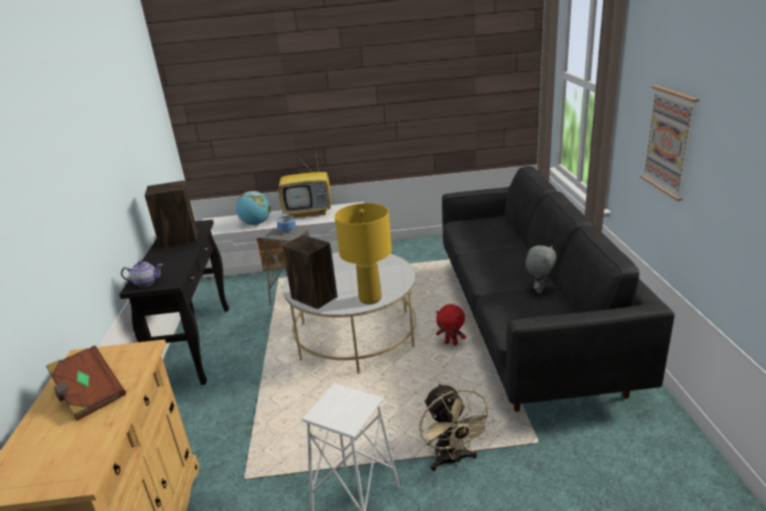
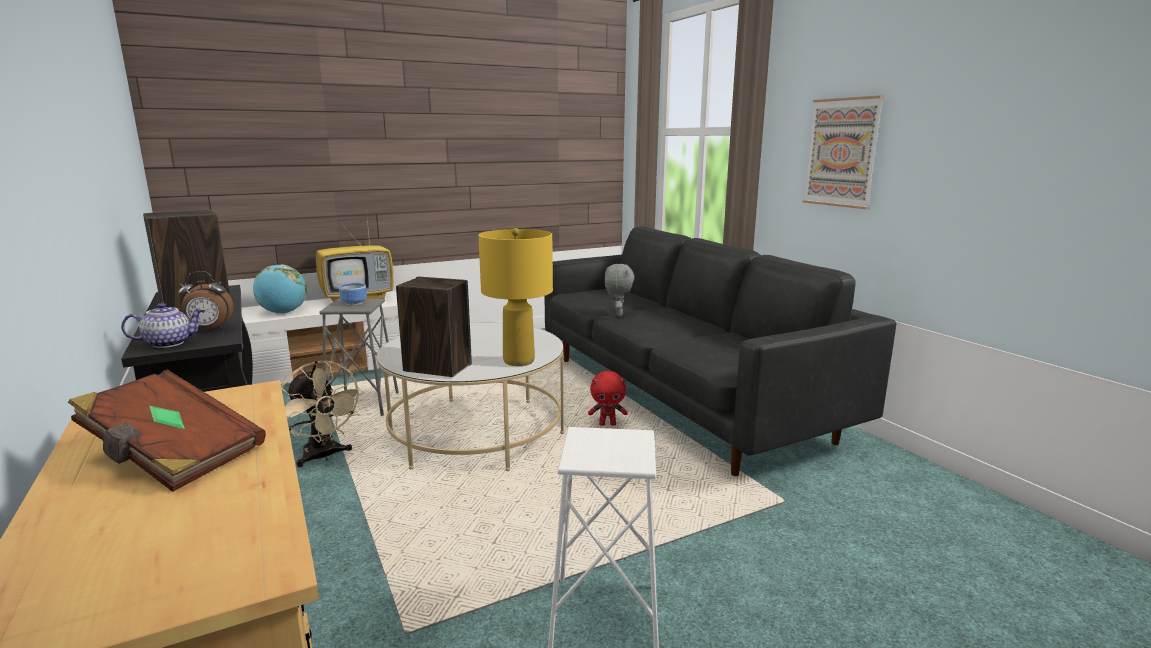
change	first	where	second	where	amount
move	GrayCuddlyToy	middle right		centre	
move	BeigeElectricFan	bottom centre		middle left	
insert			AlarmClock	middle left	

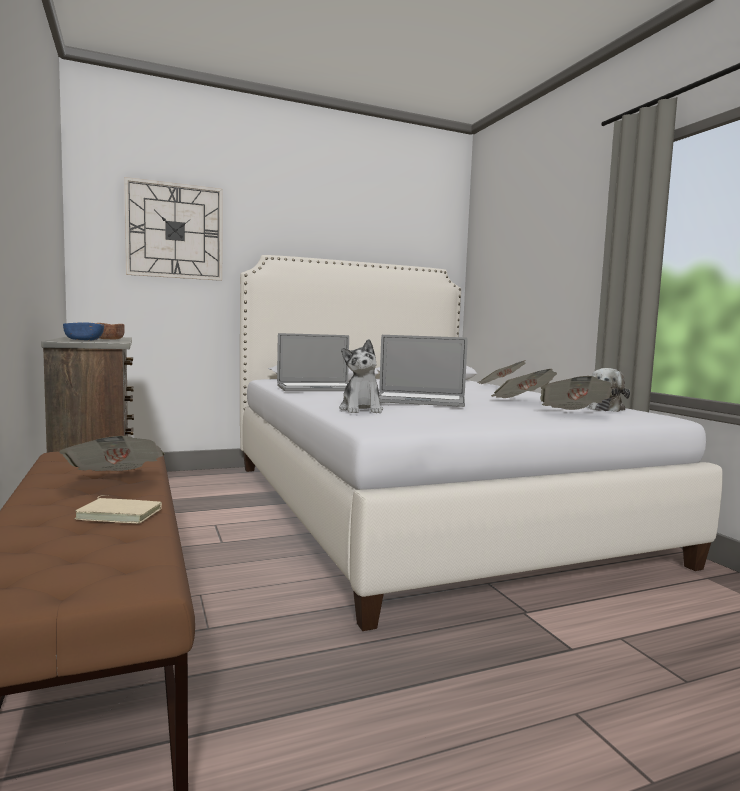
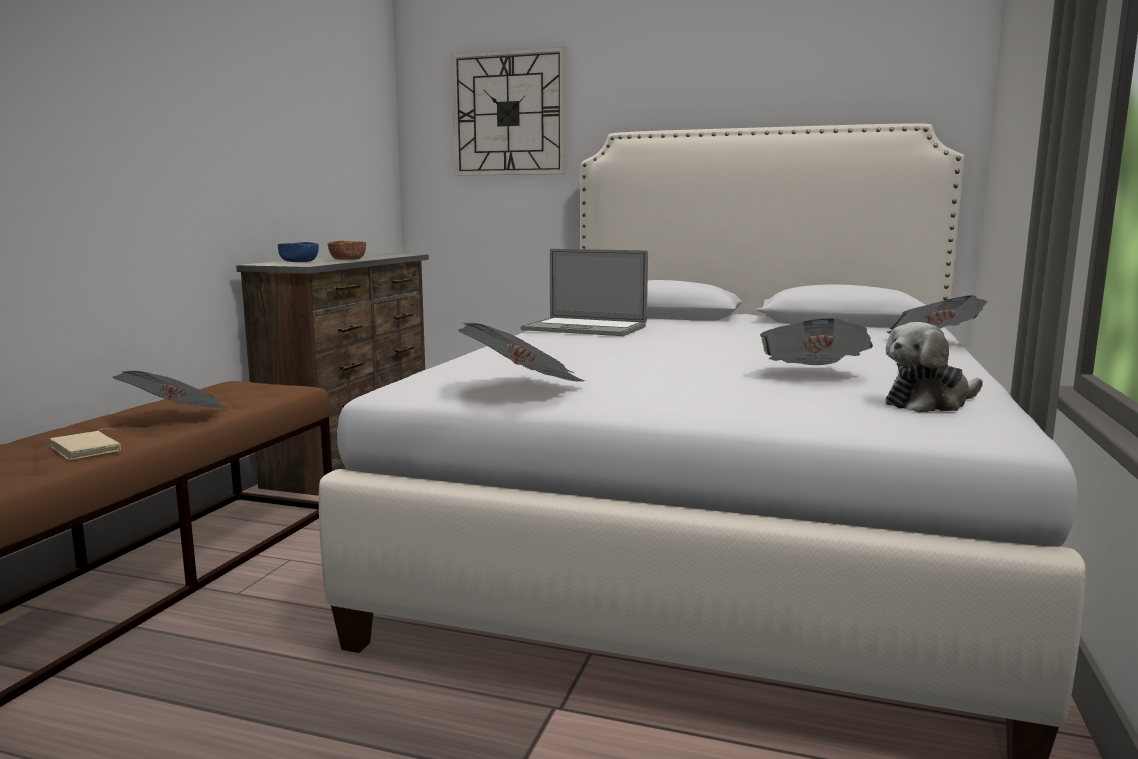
change	first	where	second	where	amount
delete	Laptop (2nd from left)	centre			
delete	CuddlyToy (1st from left)	centre			
move	PrintedPaper (4th from left in the first image)	middle right	PrintedPaper (2nd from left)	centre	

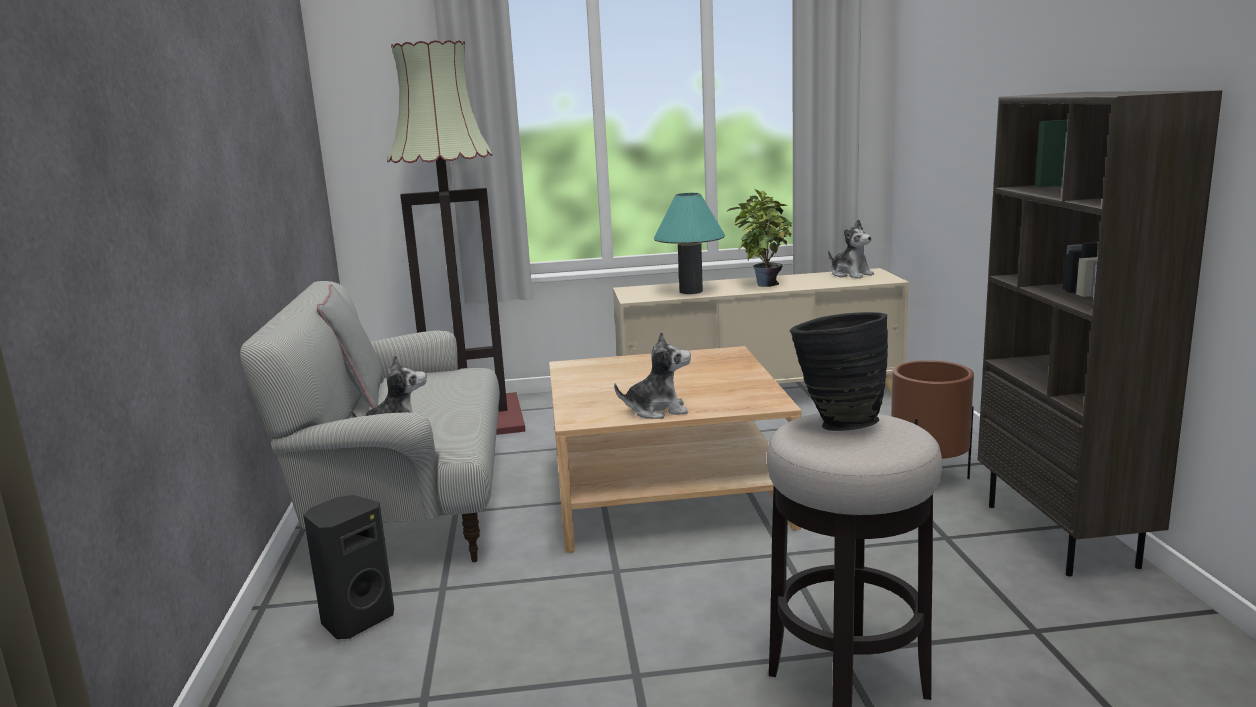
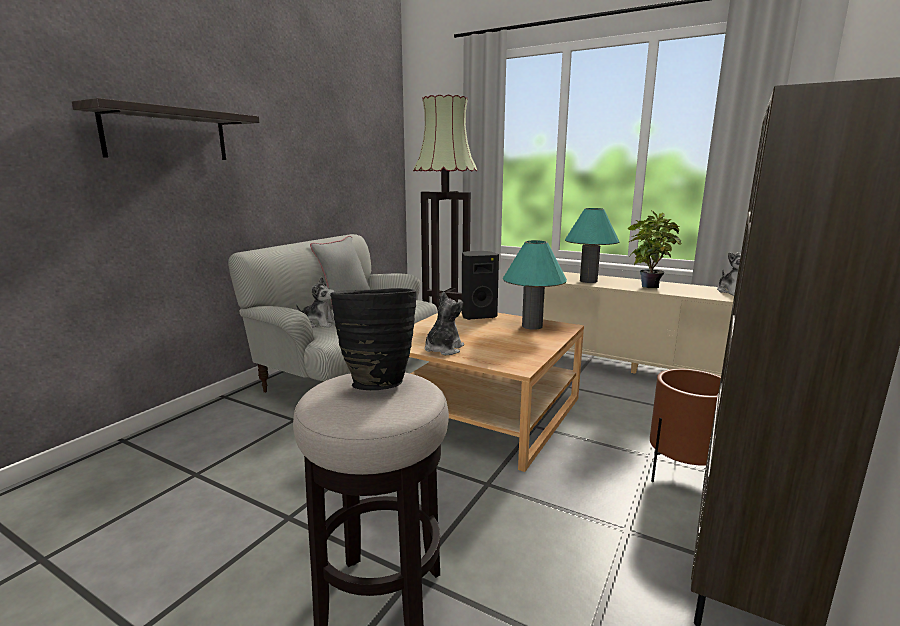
change	first	where	second	where	amount
rotate	CuddlyToy (2nd from left)	centre		centre	90 degrees counterclockwise
move	BlackColouredSpeaker	bottom left		centre	
insert			WallShelf	top left	
insert			TurquoiseTableLamp (1st from left)	centre	

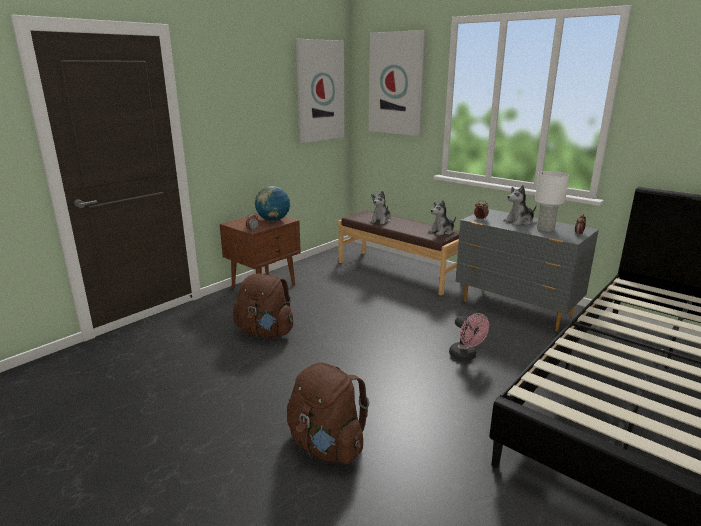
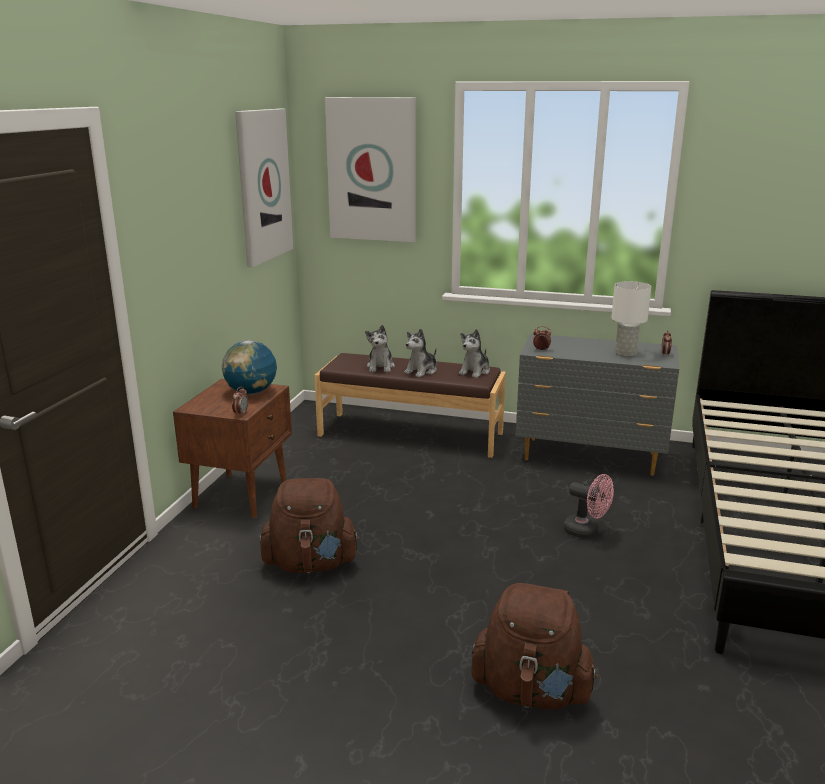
change	first	where	second	where	amount
move	CuddlyToy (3rd from left in the first image)	middle right	CuddlyToy (2nd from left)	centre	

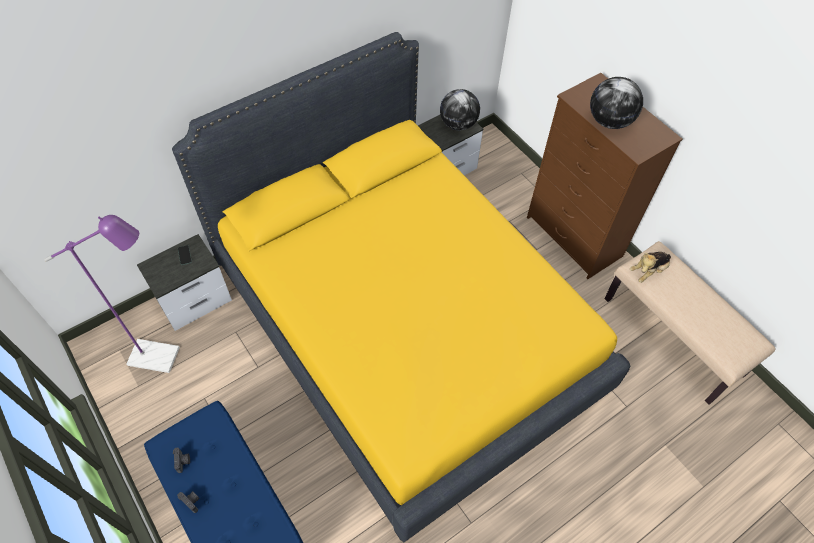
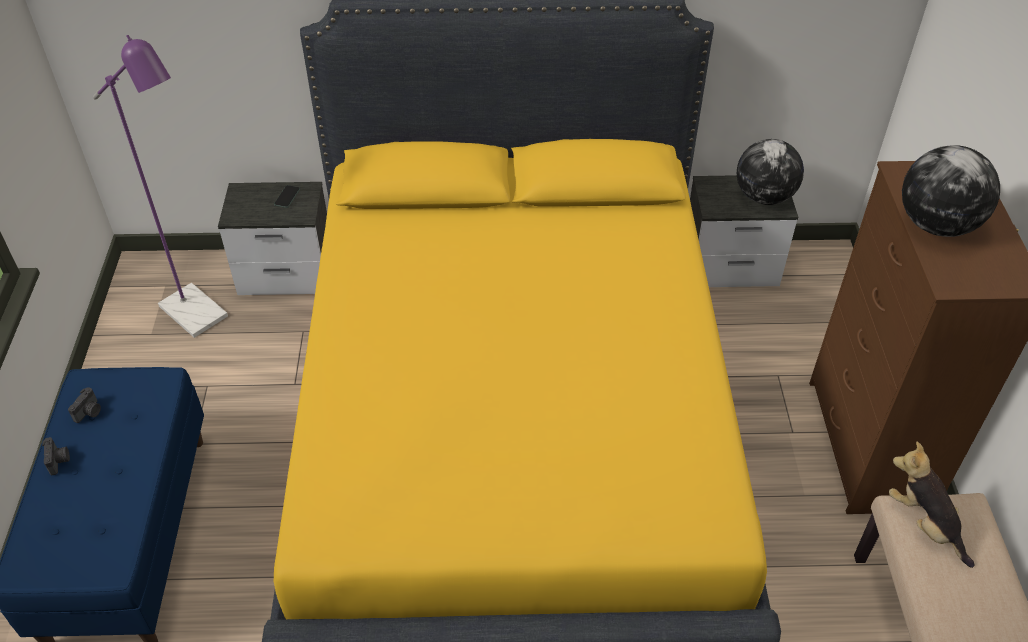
change	first	where	second	where	amount
rotate	CuddlyToy	middle right		bottom right	60 degrees clockwise

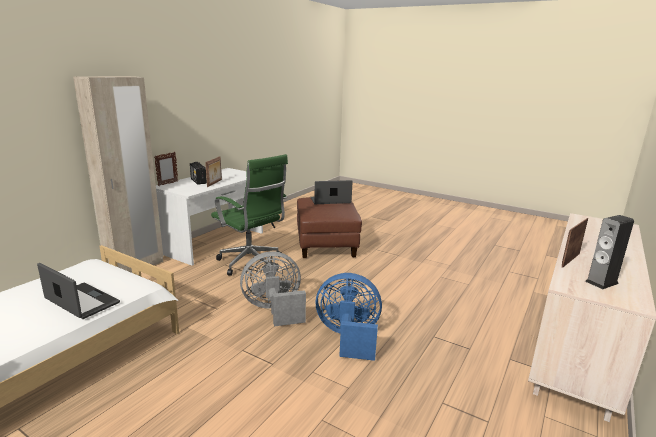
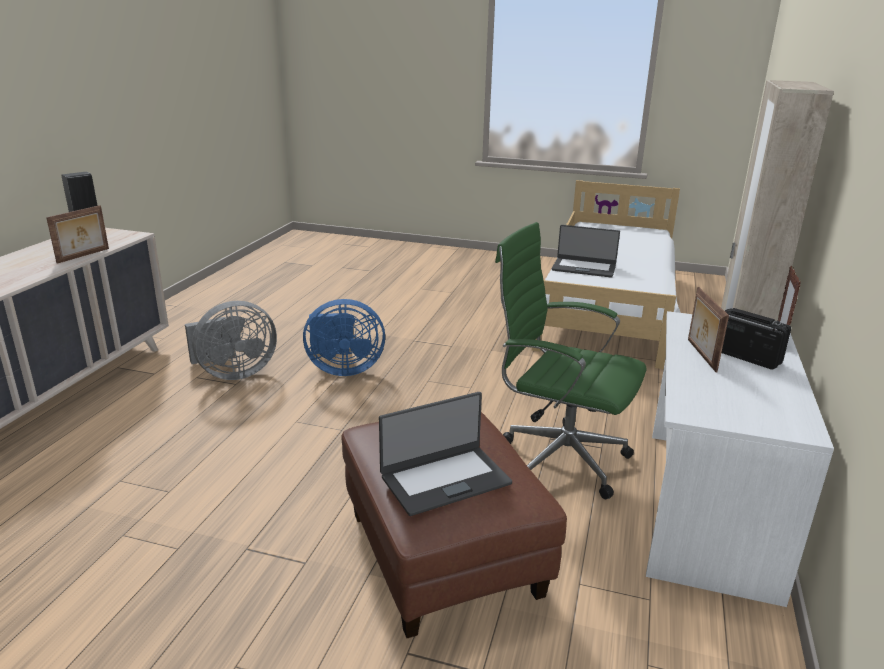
change	first	where	second	where	amount
move	GrayElectricFan	centre		middle left	

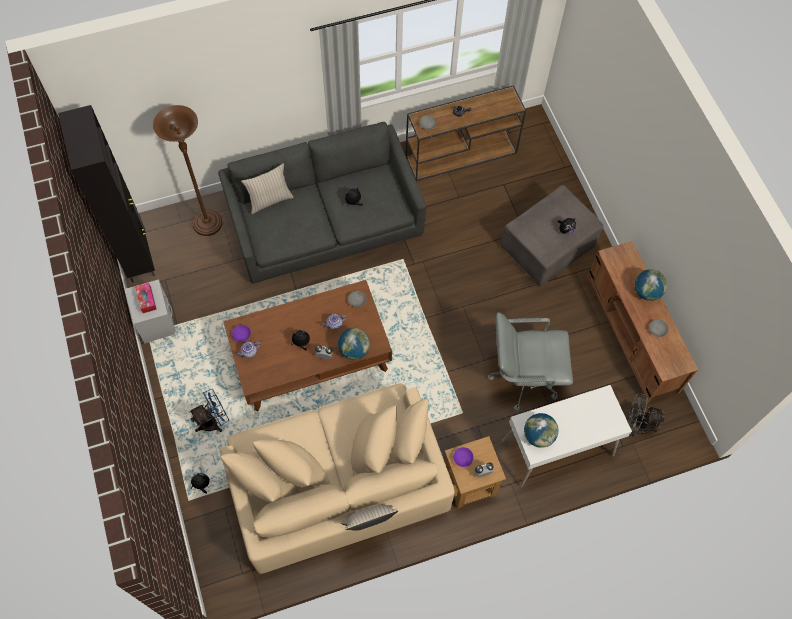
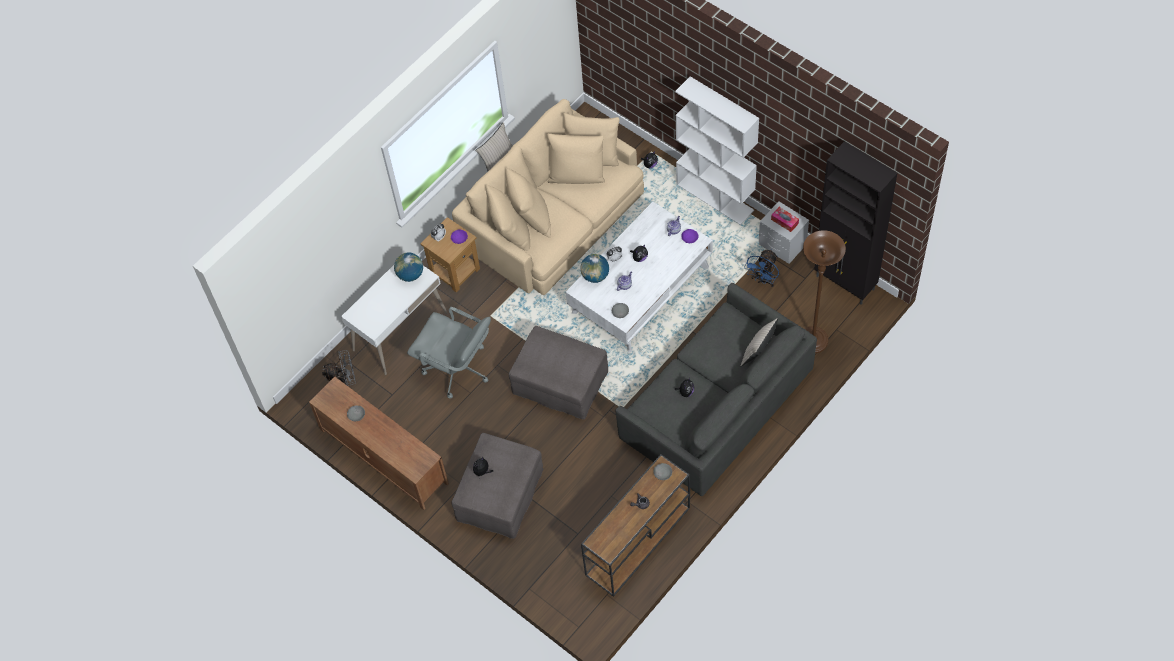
change	first	where	second	where	amount
delete	WorldGlobe (3rd from left)	middle right			
recolor	BrownColouredLowTable	centre	WhitishLowTable	centre	
rotate	GrayDeskChair	middle right		centre	60 degrees clockwise
move	BlueElectricFan	middle left		centre	
insert			WhitishShelvingUnit	top centre	
insert			GrayOttoman (2nd from left)	centre	

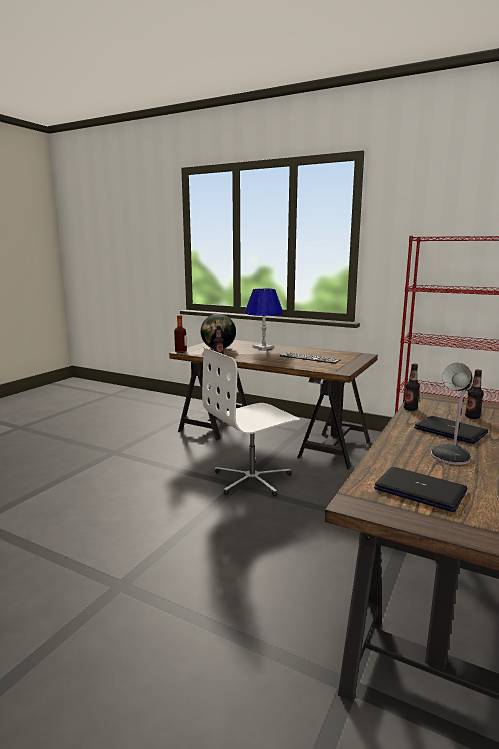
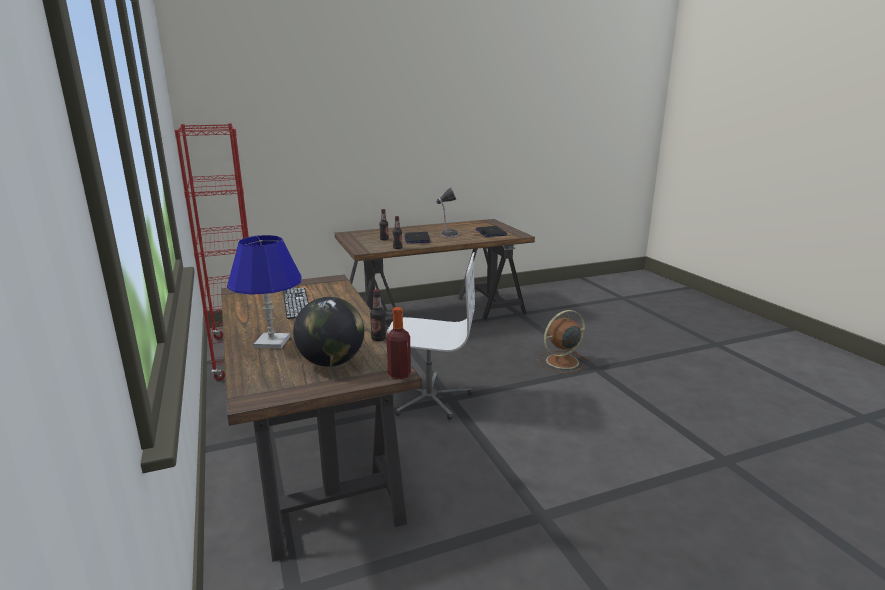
change	first	where	second	where	amount
insert			BrownColouredElectricFan	centre	

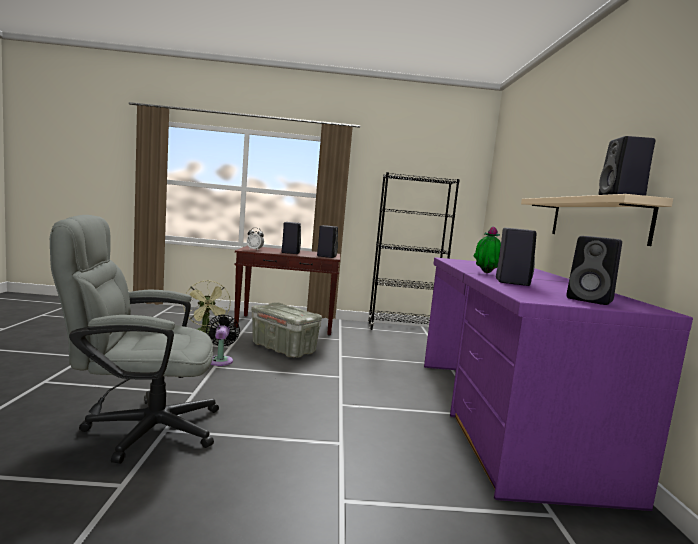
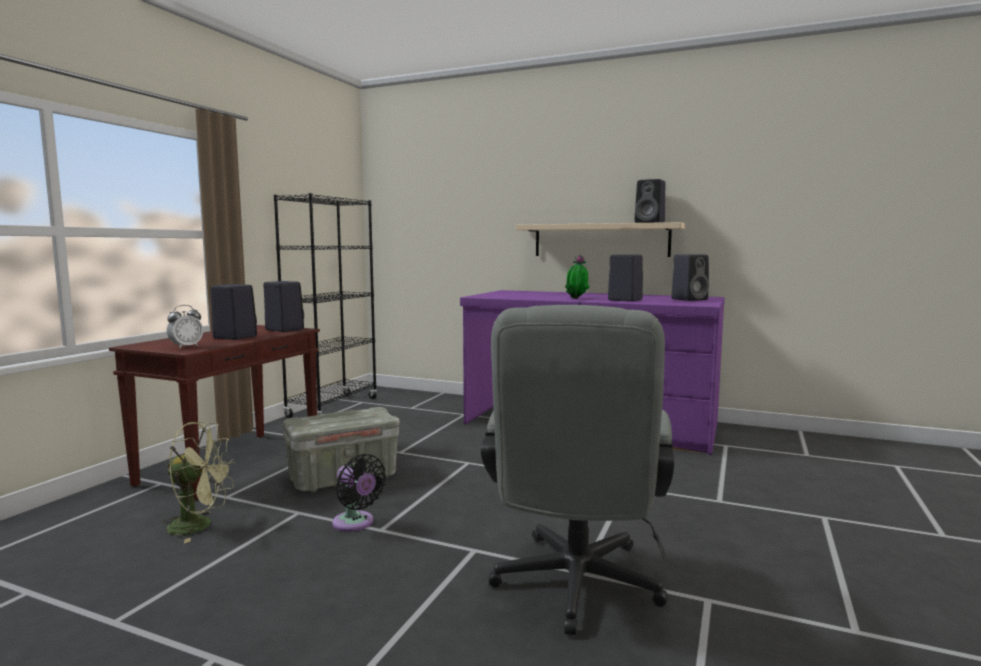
change	first	where	second	where	amount
rotate	BlackColouredElectricFan	middle left		bottom centre	150 degrees counterclockwise

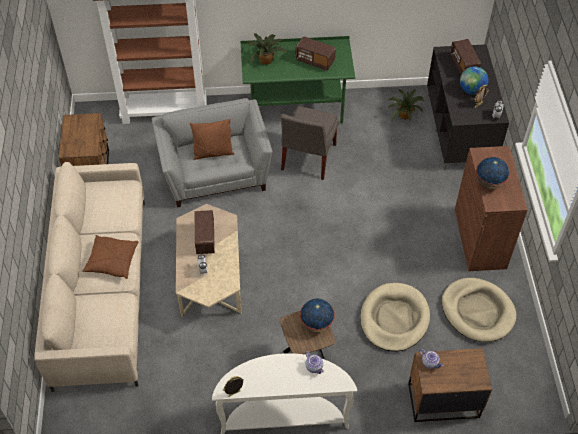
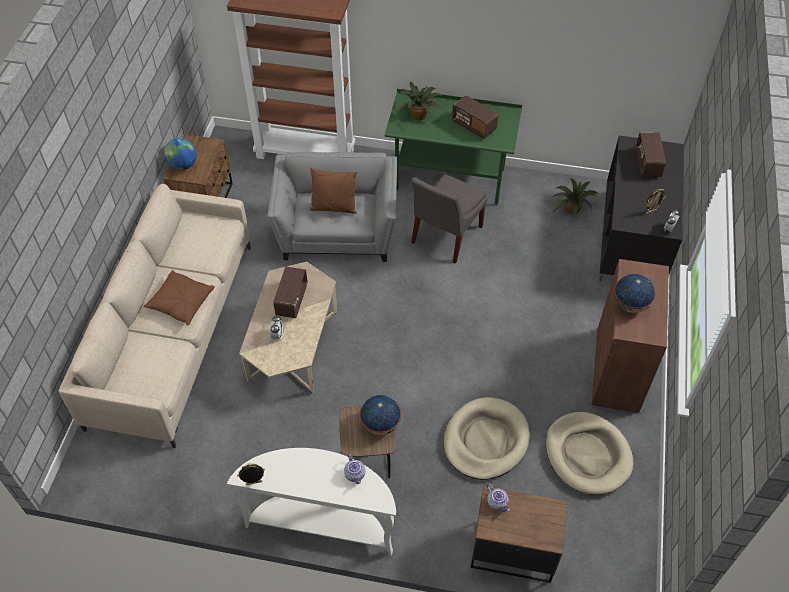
change	first	where	second	where	amount
move	WorldGlobe (2nd from left in the first image)	top right	WorldGlobe (1st from left)	top left	

